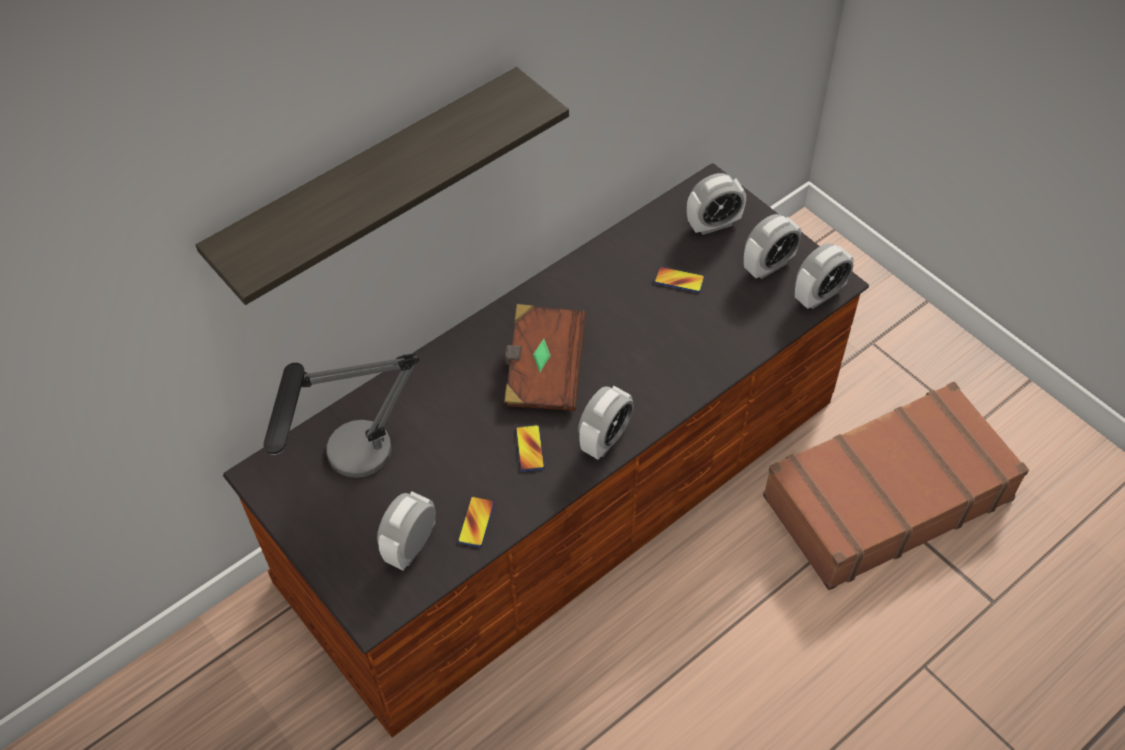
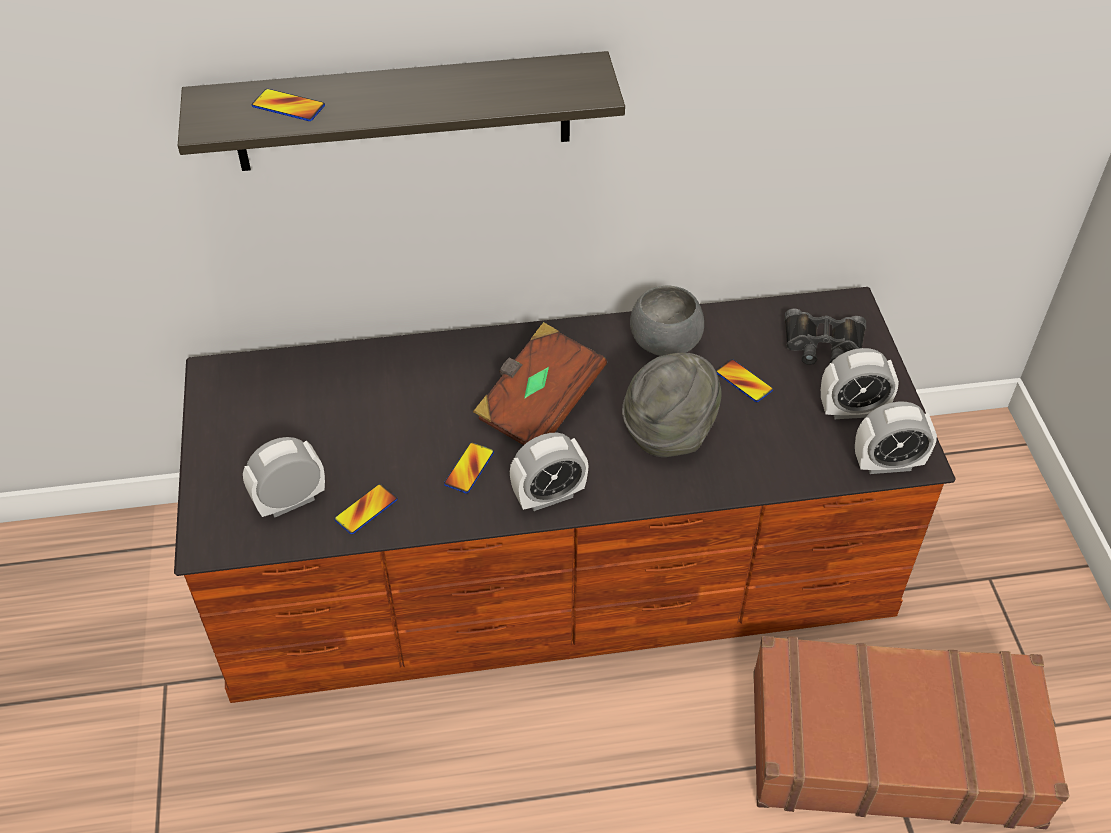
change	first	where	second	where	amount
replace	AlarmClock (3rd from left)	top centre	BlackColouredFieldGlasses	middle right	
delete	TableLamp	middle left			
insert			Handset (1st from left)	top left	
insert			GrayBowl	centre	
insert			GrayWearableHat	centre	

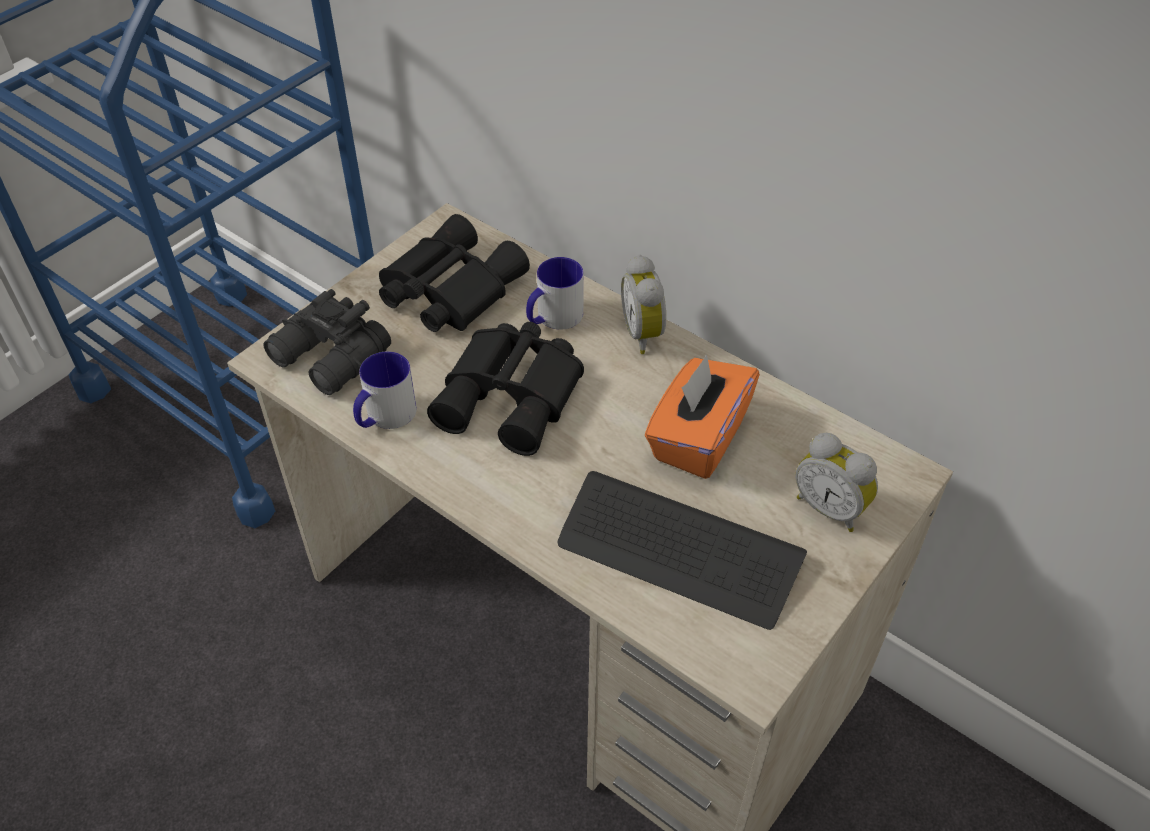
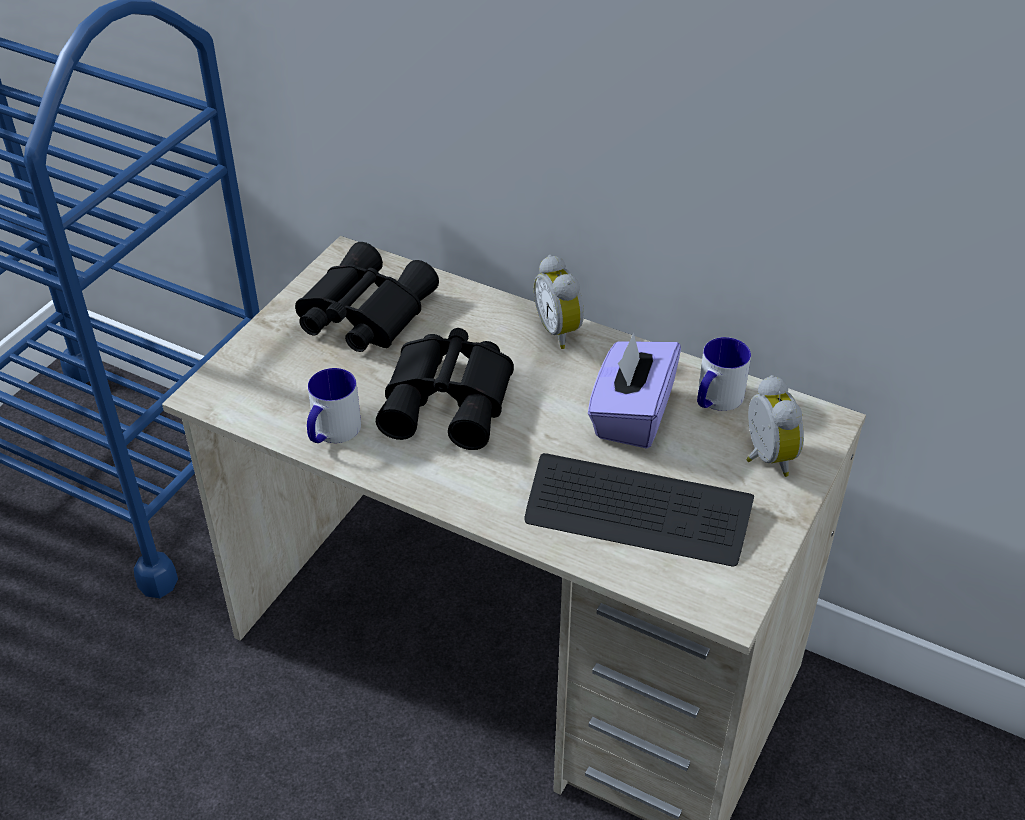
change	first	where	second	where	amount
move	Mug (2nd from left)	centre		middle right	
delete	BlackColouredFieldGlasses (1st from left)	middle left			
recolor	OrangeColouredBoxOfTissues	centre	PurplishBoxOfTissues	centre	
rotate	AlarmClock (2nd from left)	middle right		middle right	135 degrees counterclockwise

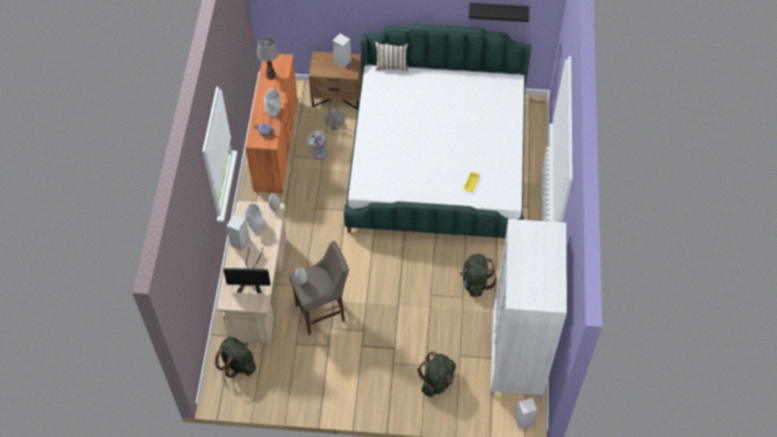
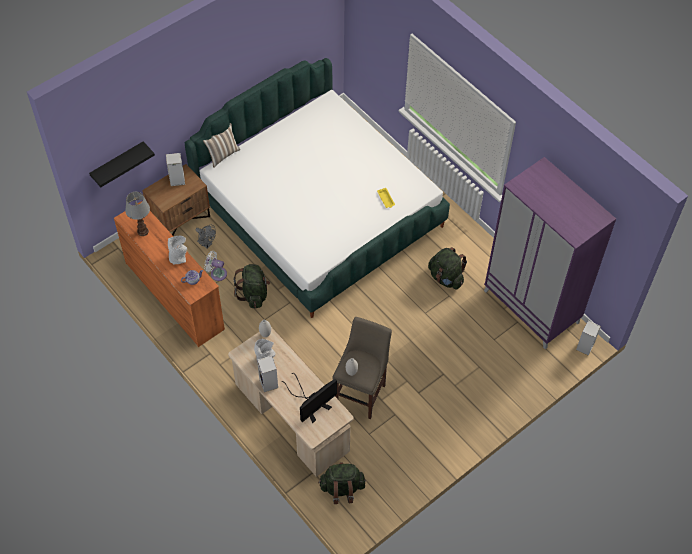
change	first	where	second	where	amount
move	BlackColouredWallShelf	top centre		top left	
recolor	WhitishArmoire	bottom right	PurplishArmoire	middle right	
move	GreenBackpack (2nd from left in the first image)	bottom centre	GreenBackpack (1st from left)	centre	

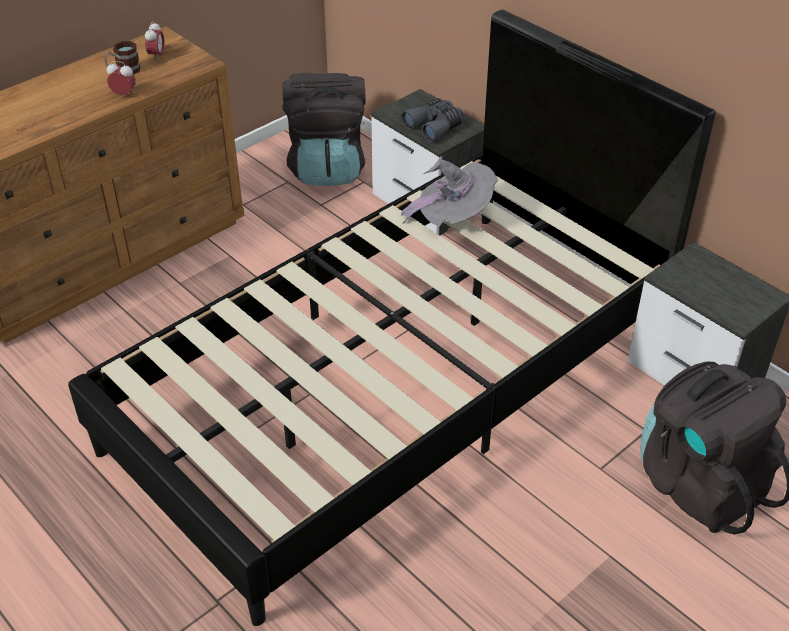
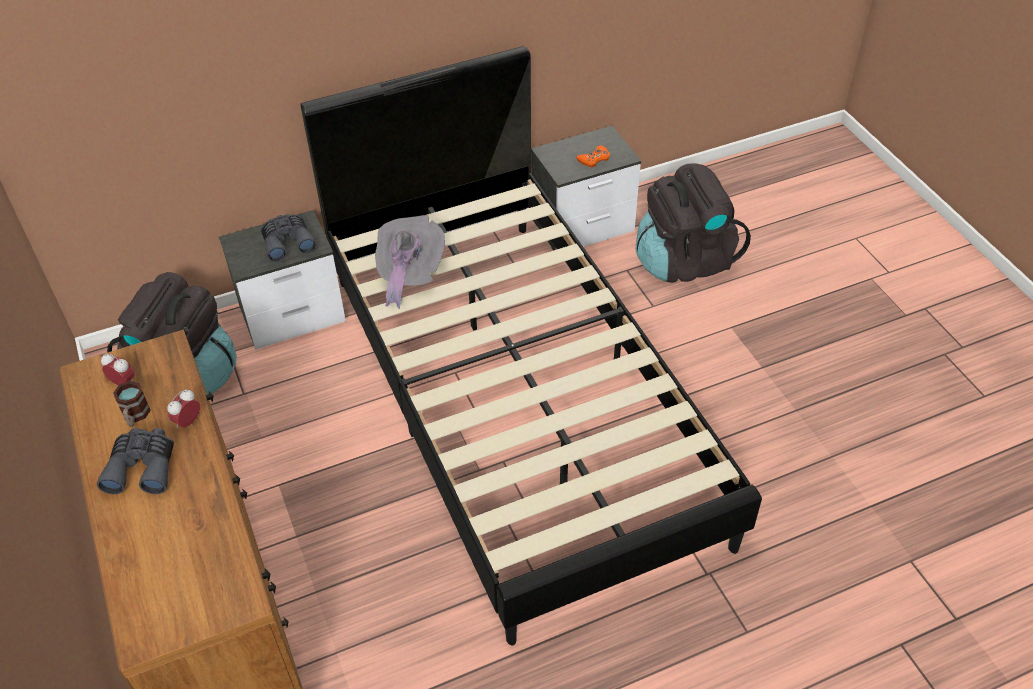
change	first	where	second	where	amount
insert			OrangeColouredGameController	top centre	
insert			GrayFieldGlasses (1st from left)	bottom left	

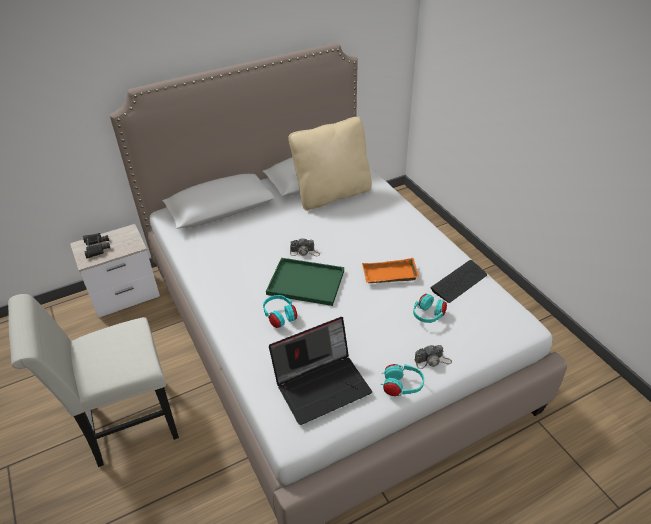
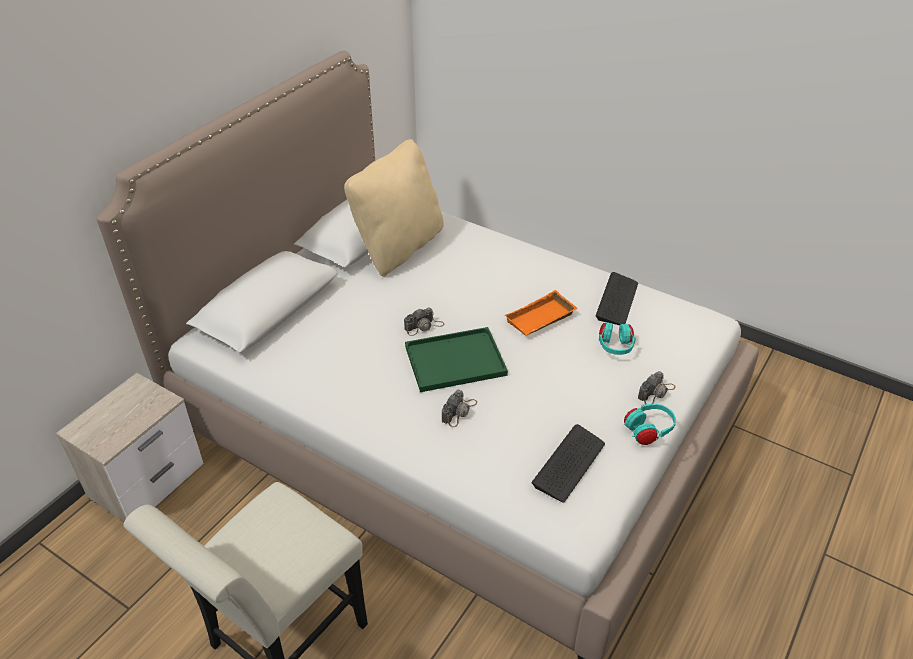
change	first	where	second	where	amount
delete	BlackColouredFieldGlasses	middle left			
replace	TurquoiseHeadphones (1st from left)	centre	PhotoCamera (2nd from left)	centre	
replace	Laptop	bottom centre	Keyboard (1st from left)	bottom centre	

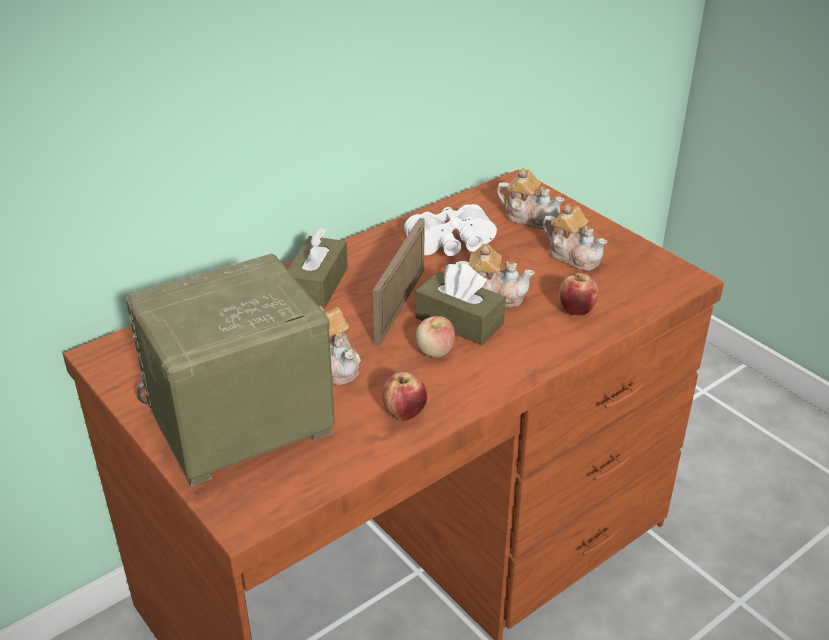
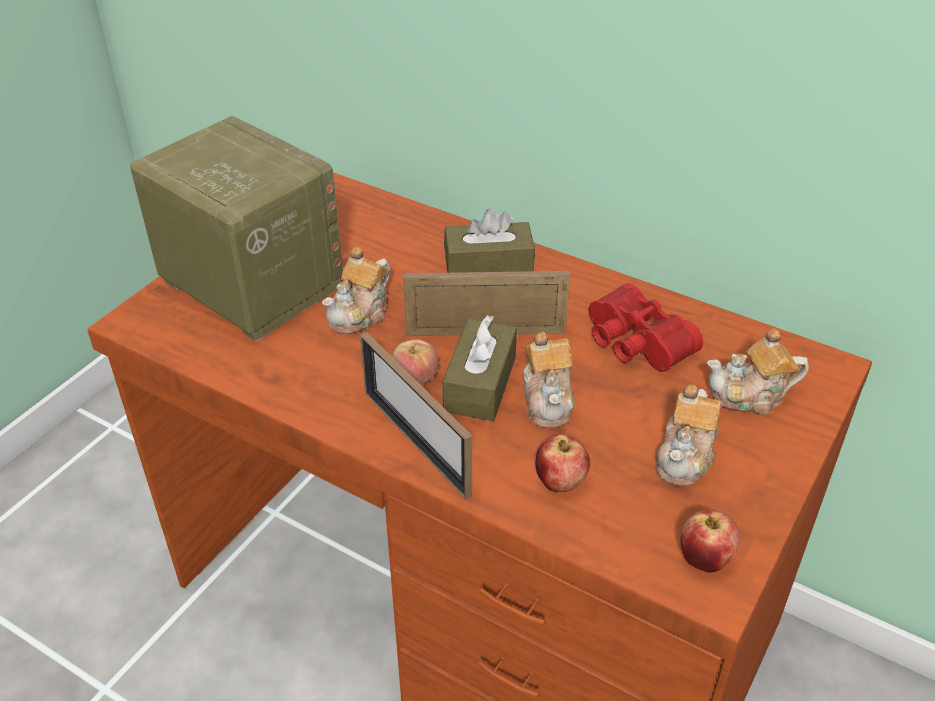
change	first	where	second	where	amount
rotate	TeaPot (3rd from left in the first image)	top centre	TeaPot (4th from left)	middle right	75 degrees clockwise
recolor	WhitishFieldGlasses	centre	RedColouredFieldGlasses	middle right	
move	Apple (1st from left in the first image)	centre	Apple (3rd from left)	bottom right	
insert			StandingFrame (1st from left)	centre	

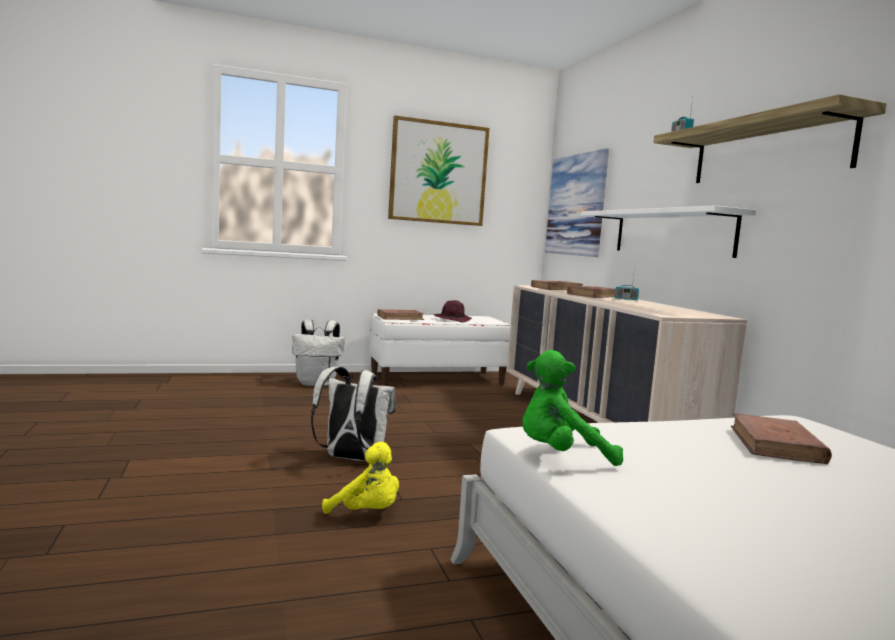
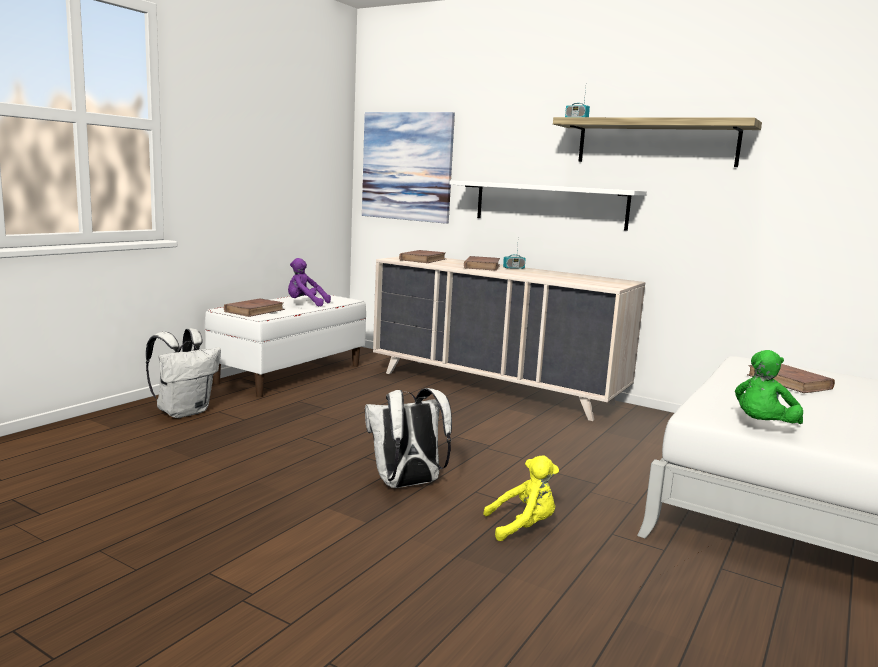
change	first	where	second	where	amount
delete	Picture (1st from left)	top centre			
replace	PurplishWearableHat	centre	PurplishCuddlyToy	centre	

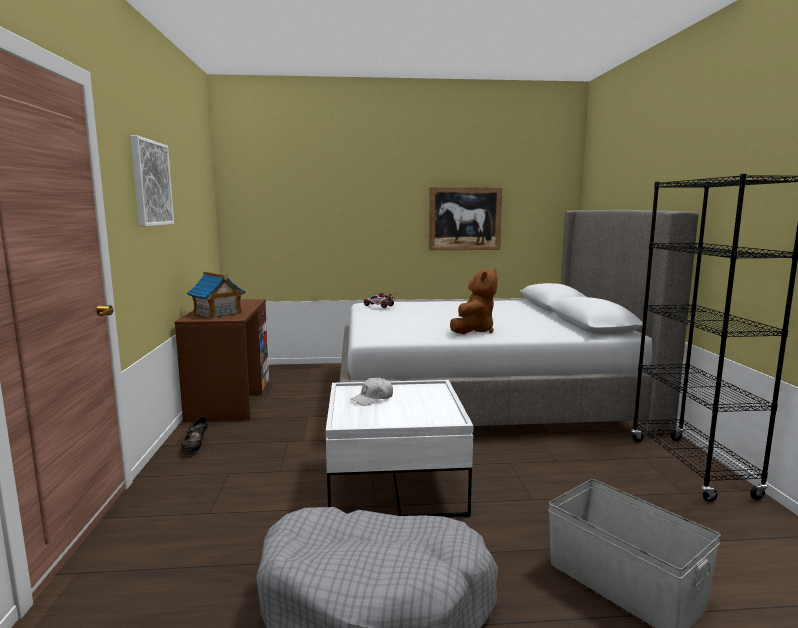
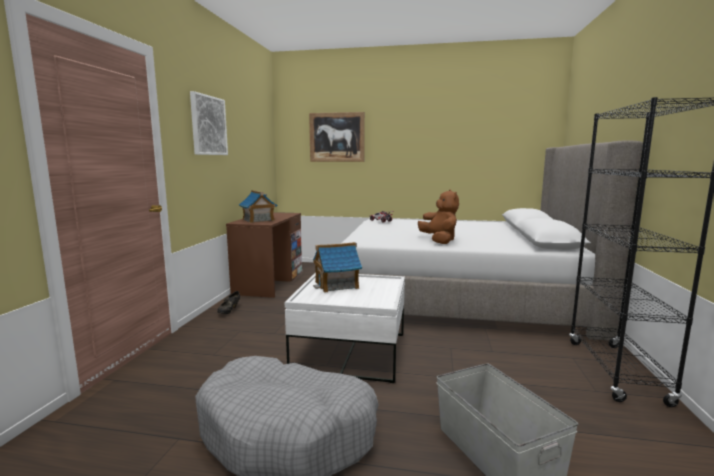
change	first	where	second	where	amount
move	Picture (2nd from left)	centre		top centre	
rotate	BrownColouredCuddlyToy	centre		centre	60 degrees counterclockwise
replace	WhitishBaseballCap	centre	ToyHouse (2nd from left)	centre	

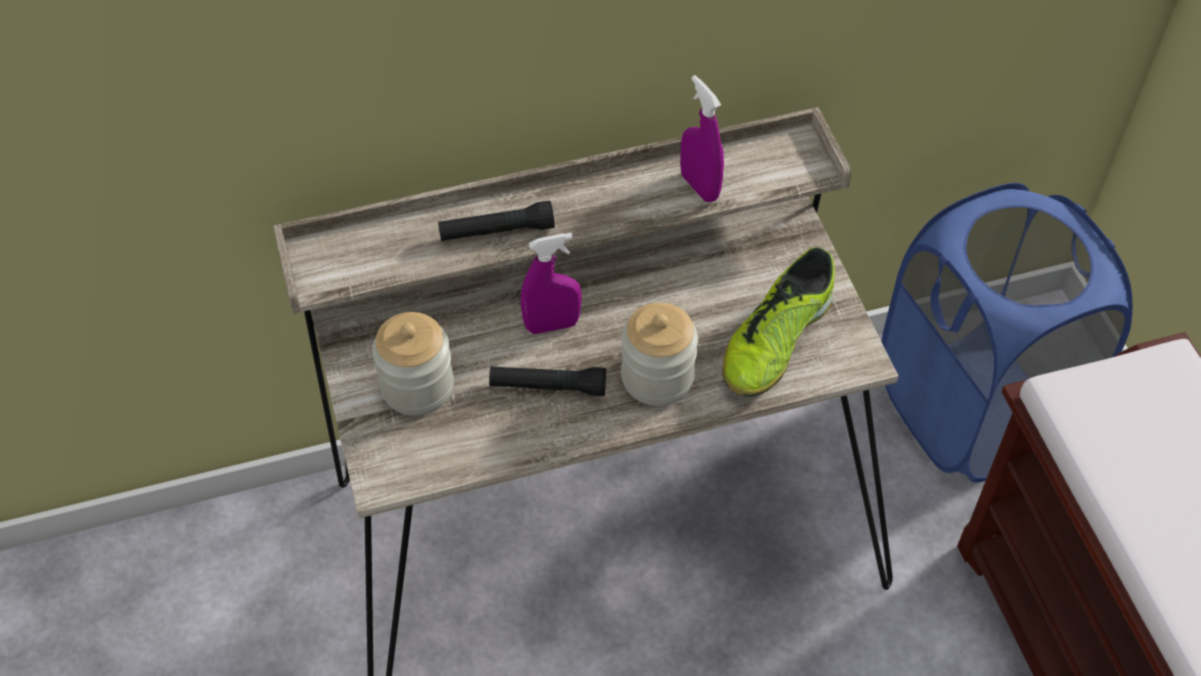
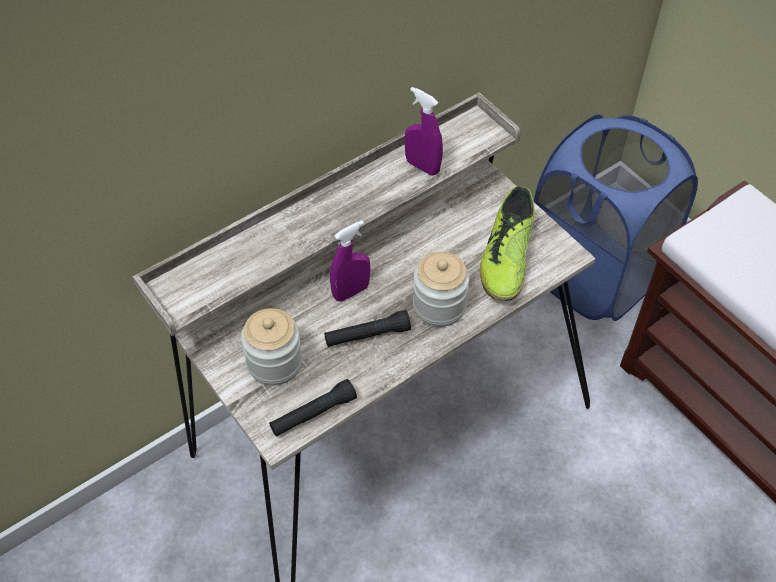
change	first	where	second	where	amount
move	BlackColouredHandTorch (1st from left)	top centre		bottom centre	

